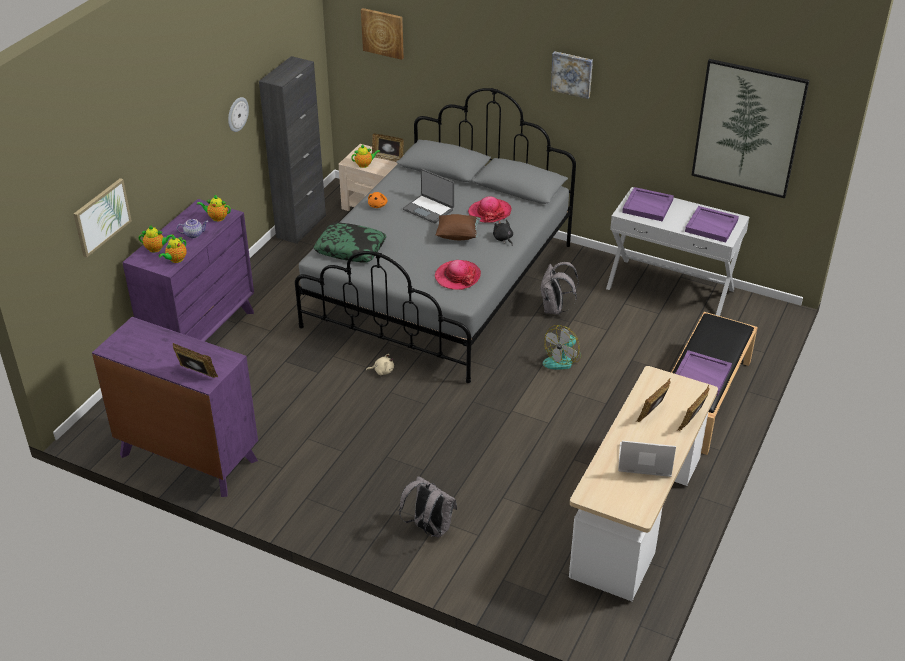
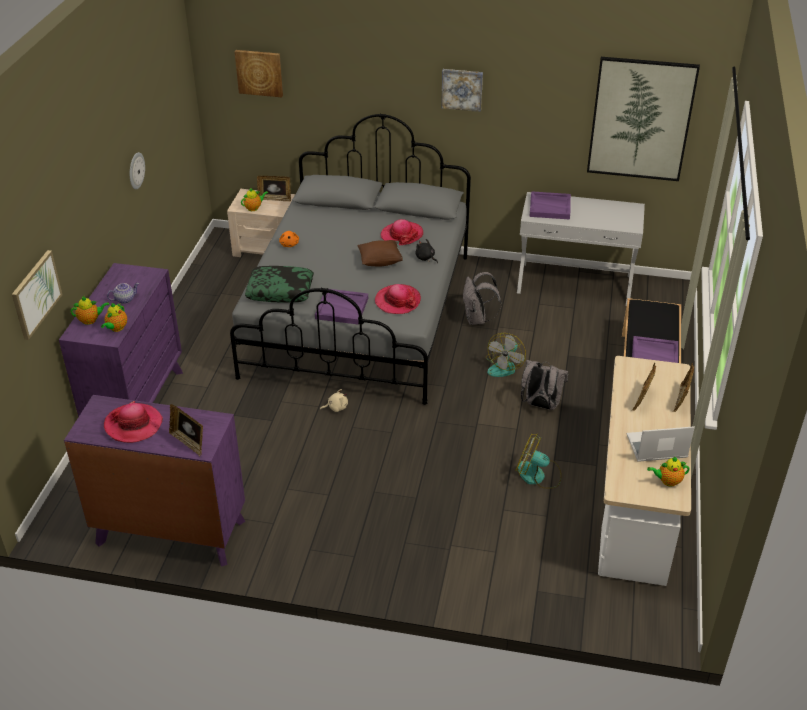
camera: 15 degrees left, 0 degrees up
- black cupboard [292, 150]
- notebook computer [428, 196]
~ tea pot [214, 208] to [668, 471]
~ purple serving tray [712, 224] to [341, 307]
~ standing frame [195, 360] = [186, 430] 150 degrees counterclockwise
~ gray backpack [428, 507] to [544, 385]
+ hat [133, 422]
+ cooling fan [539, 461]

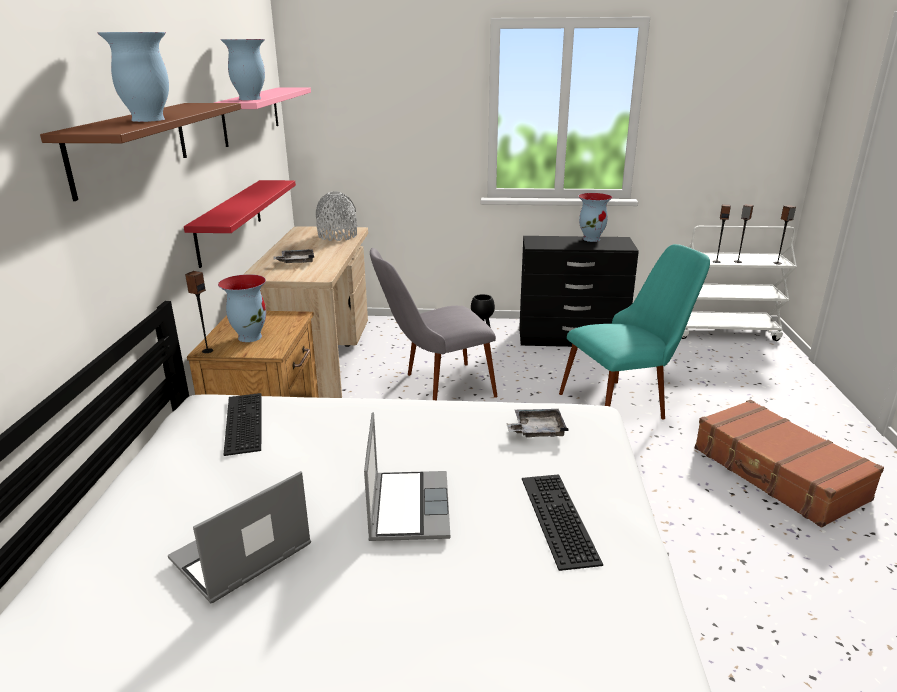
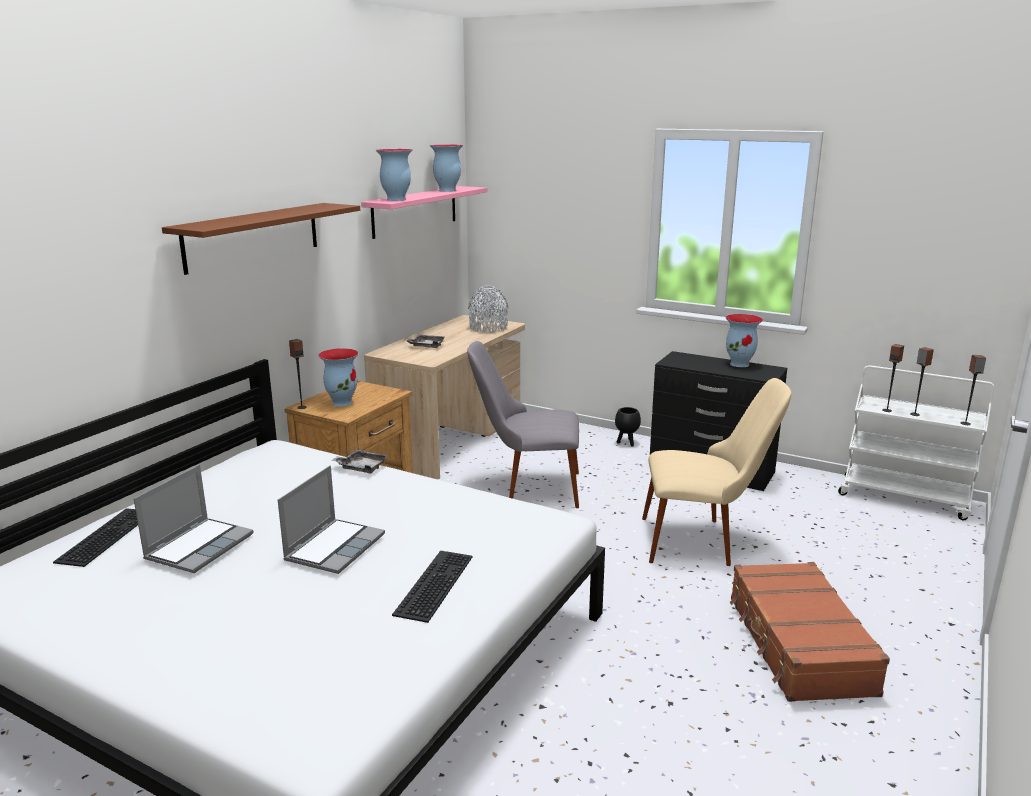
camera: 25 degrees right, 5 degrees down
~ flower vase [133, 77] to [446, 168]
- red shelf [240, 224]
~ turquoise chair [634, 332] to beige-coloured chair [716, 472]
~ computer keyboard [242, 424] to [95, 537]
~ gray serving tray [537, 423] to [359, 461]
~ notebook computer [239, 537] = [194, 519] 135 degrees clockwise

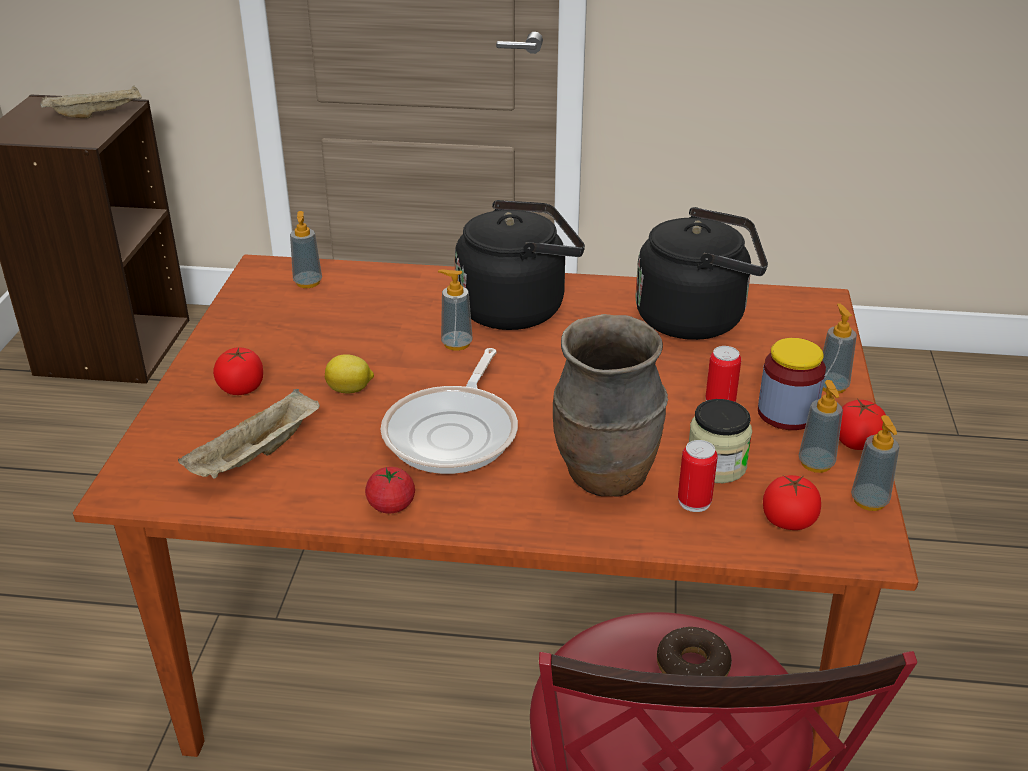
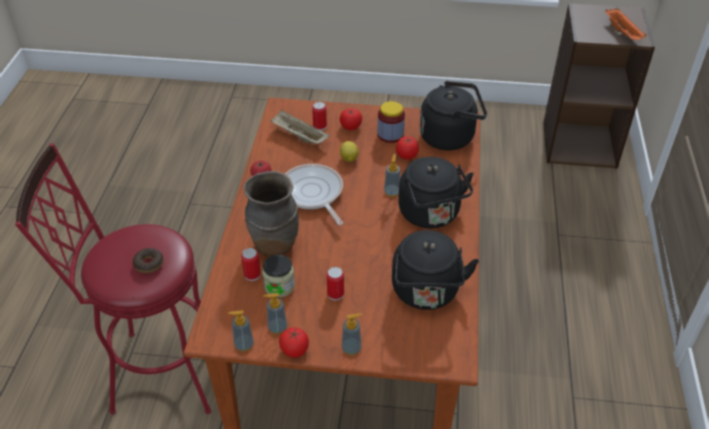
camera: 90 degrees right, 10 degrees up
~ beige-coloured serving tray [91, 101] to orange serving tray [625, 24]
~ soap dispenser [306, 249] to black kettle [453, 115]
~ jar [792, 384] to [391, 122]
~ skillet [449, 411] = [314, 195] 45 degrees clockwise
~ whole tomato [792, 502] to [407, 148]
+ sealed can [319, 116]

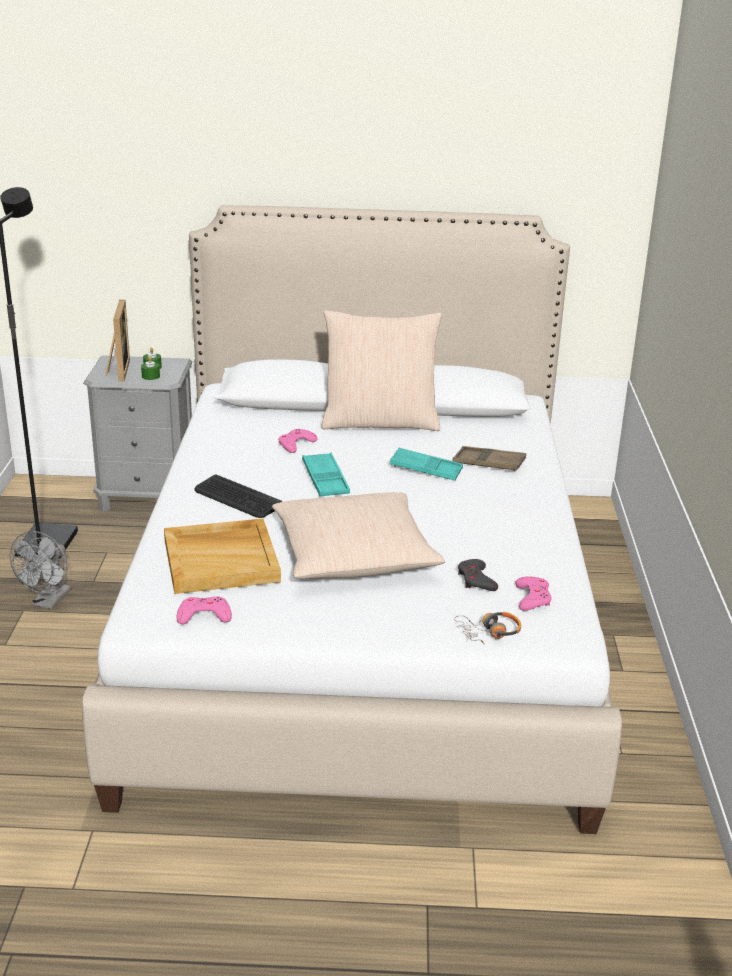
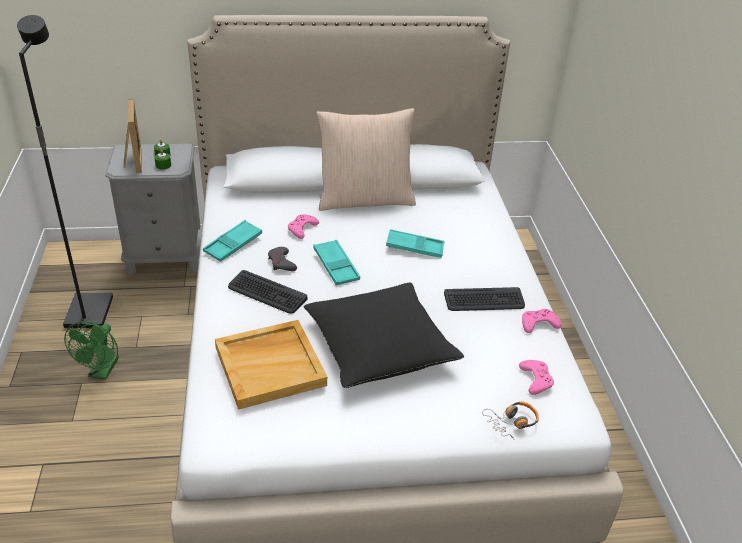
camera: 10 degrees left, 10 degrees up
- brown serving tray [489, 458]
~ beige-coloured pillow [359, 535] to black pillow [383, 335]
~ gray cooling fan [40, 570] to green-coloured cooling fan [91, 350]
~ gray gamepad [478, 575] to [282, 259]
~ pink-coloured gamepad [204, 610] to [541, 321]
+ turquoise serving tray [232, 241]
+ computer keyboard [484, 299]

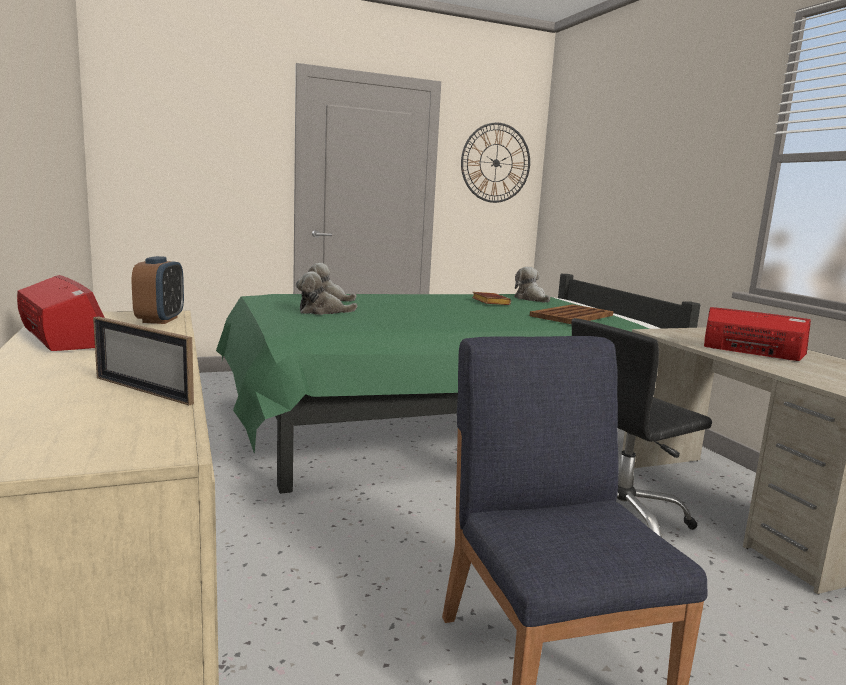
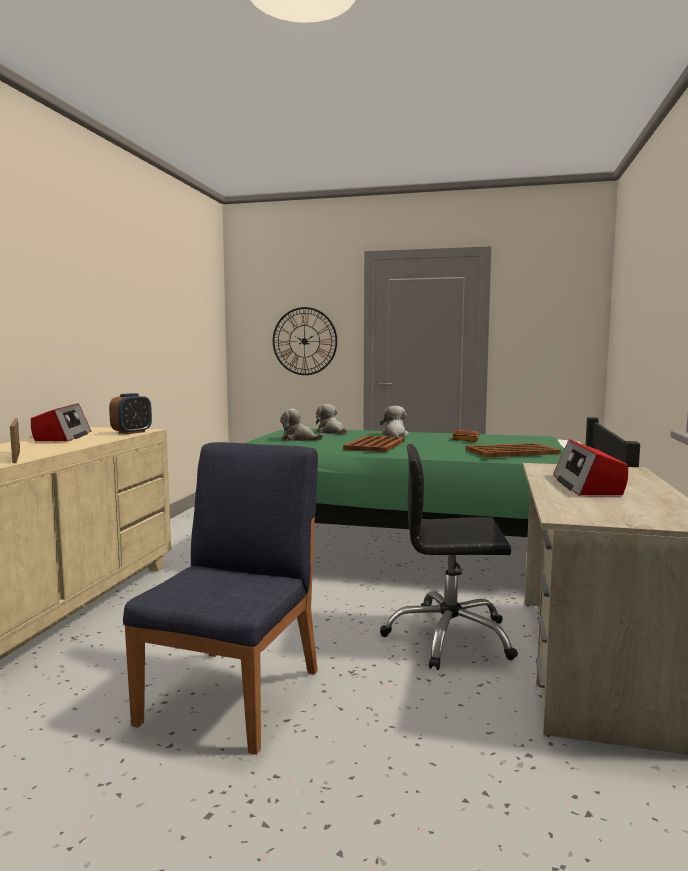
camera: 35 degrees right, 5 degrees down
~ hanging clock [495, 163] to [305, 341]
~ cuddly toy [532, 284] to [394, 421]
~ radio [757, 334] = [590, 468] 150 degrees counterclockwise
+ brown serving tray [374, 443]

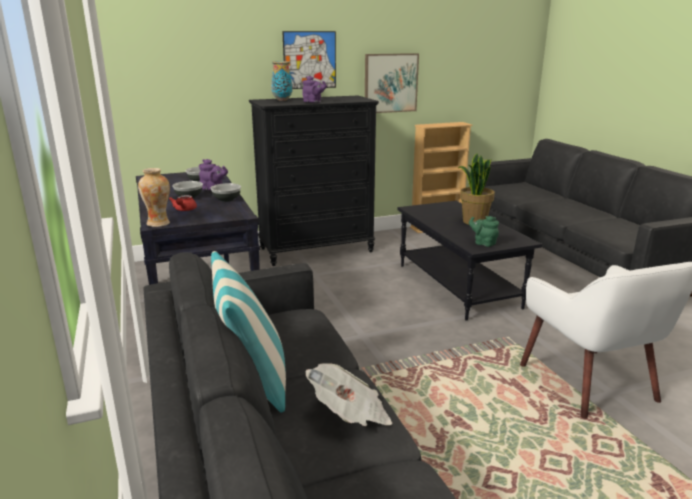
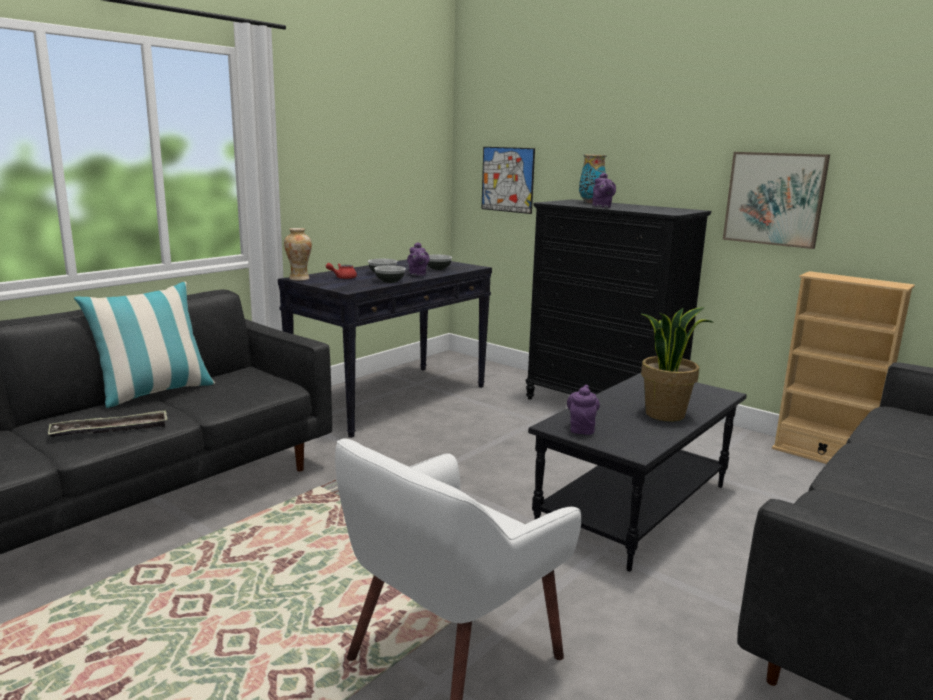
camera: 60 degrees right, 5 degrees down
~ wall art [309, 60] to [508, 180]
~ green-coloured tea pot [484, 231] to purple tea pot [583, 410]
~ daily paper [348, 394] to serving tray [108, 423]

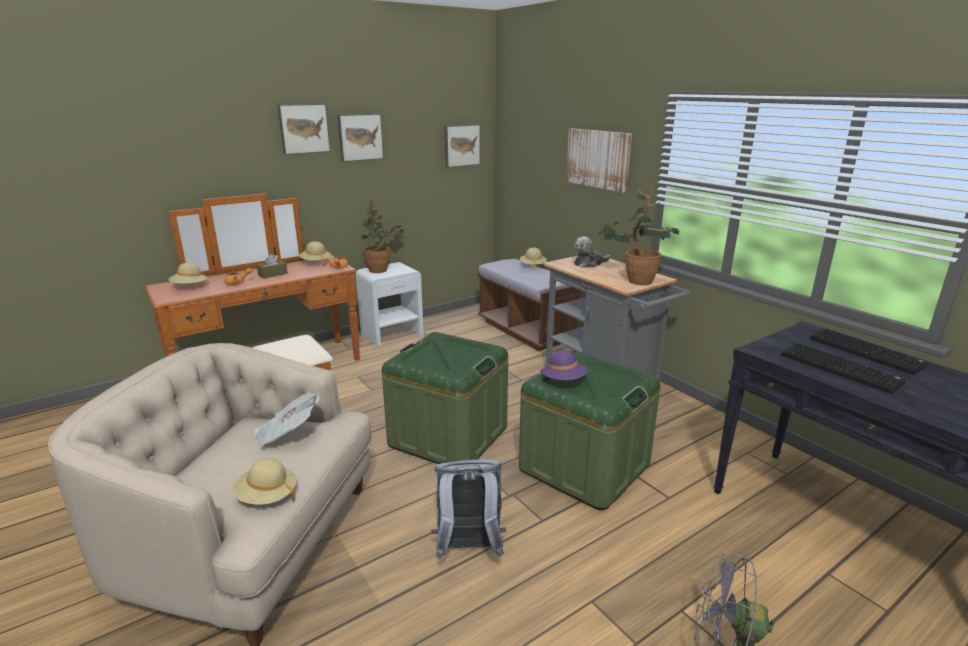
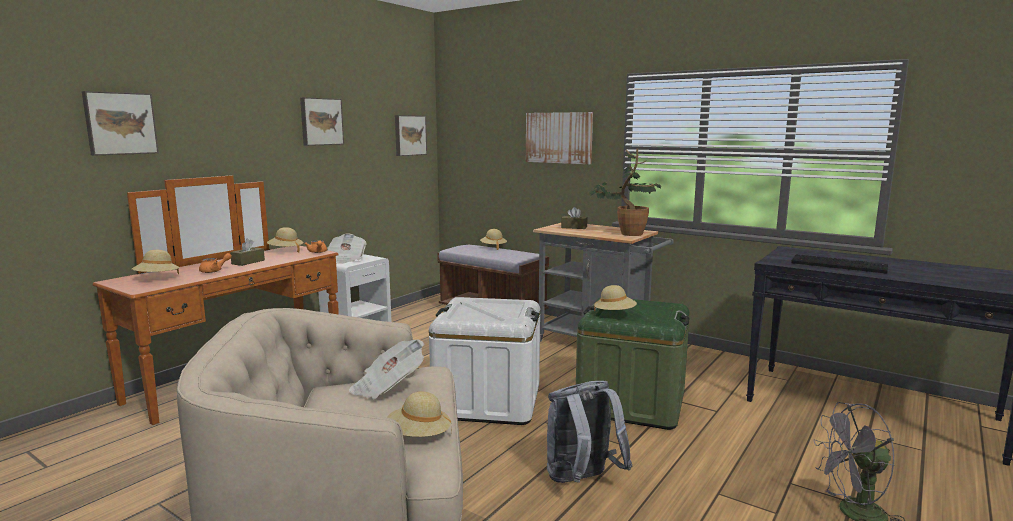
camera: 20 degrees left, 10 degrees down
~ wall art [304, 129] to [120, 123]
~ plant in a pot [383, 236] to daily paper [347, 249]
~ cuddly toy [592, 252] to brown tissue box [574, 218]
- computer keyboard [869, 352]
~ green-coloured storage bin [445, 398] to white-coloured storage bin [484, 361]
~ purple hat [565, 365] to beige-coloured hat [615, 298]

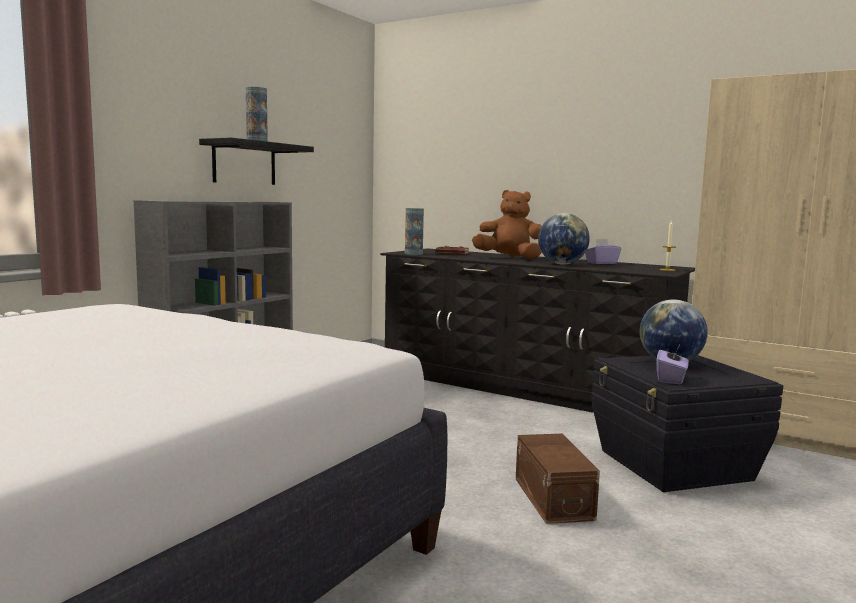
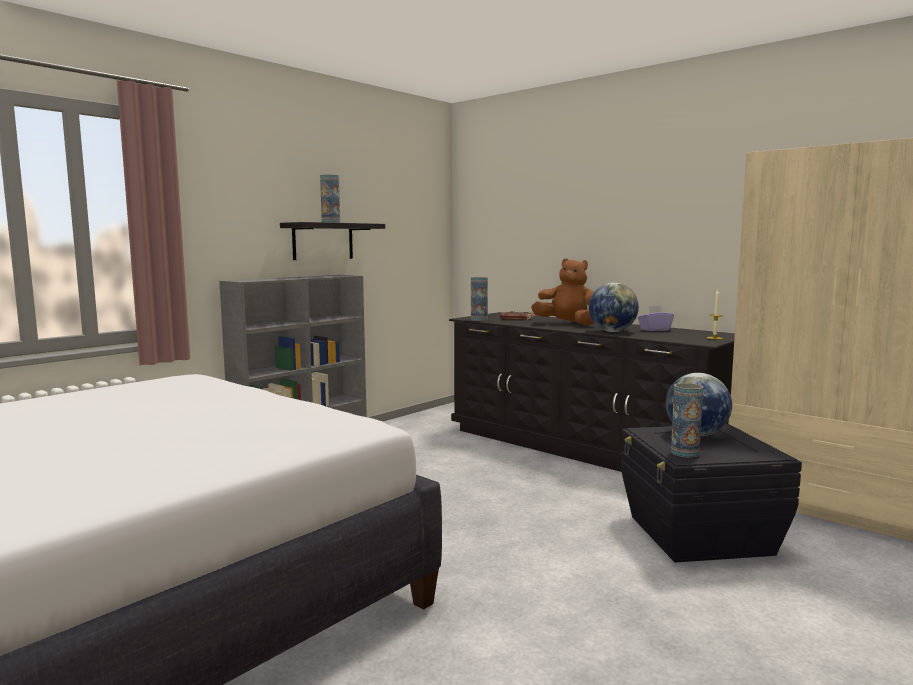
camera: 10 degrees right, 0 degrees up
~ purple tissue box [673, 365] to flower vase [687, 420]
- brown storage bin [558, 479]

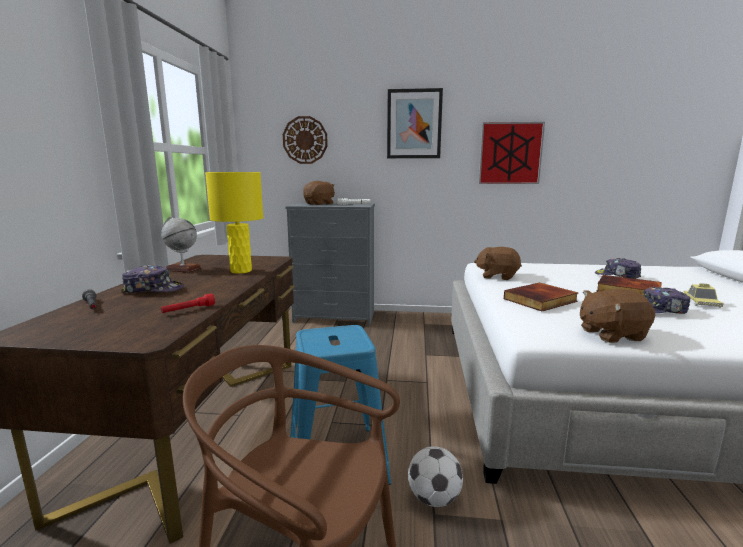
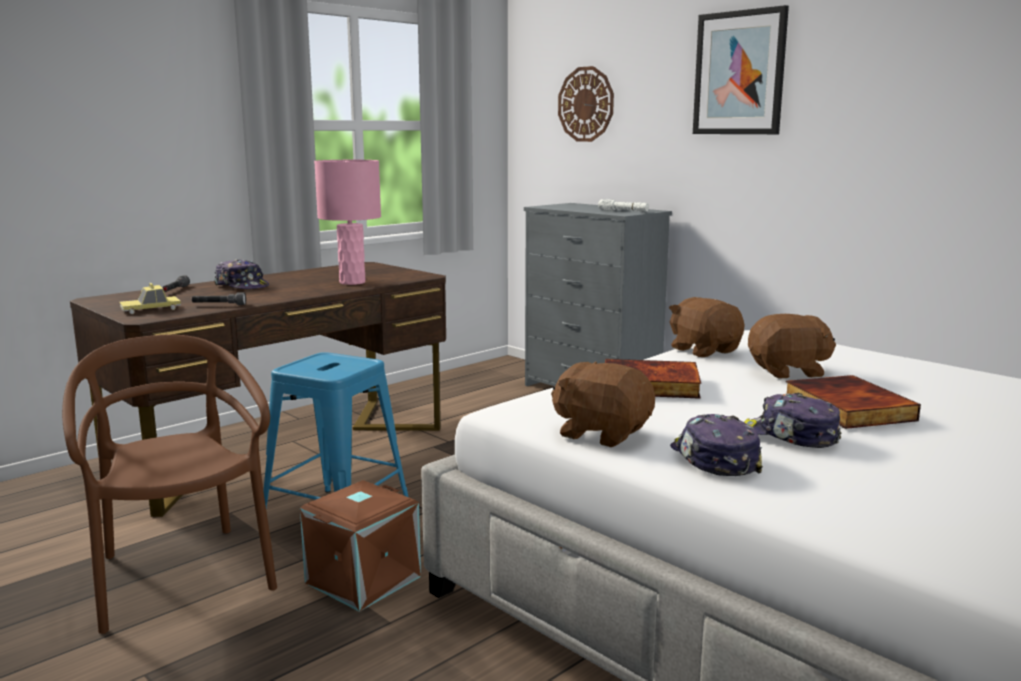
camera: 40 degrees right, 0 degrees up
- wall art [512, 153]
~ yellow table lamp [234, 223] to pink-coloured table lamp [347, 222]
~ brown cuddly toy [319, 193] to [792, 346]
- desk globe [181, 244]
~ peaked cap [618, 268] to [716, 445]
~ toy car [703, 295] to [150, 298]
~ red torch [188, 303] to gray torch [219, 298]
~ football [435, 477] to brown storage bin [360, 546]

